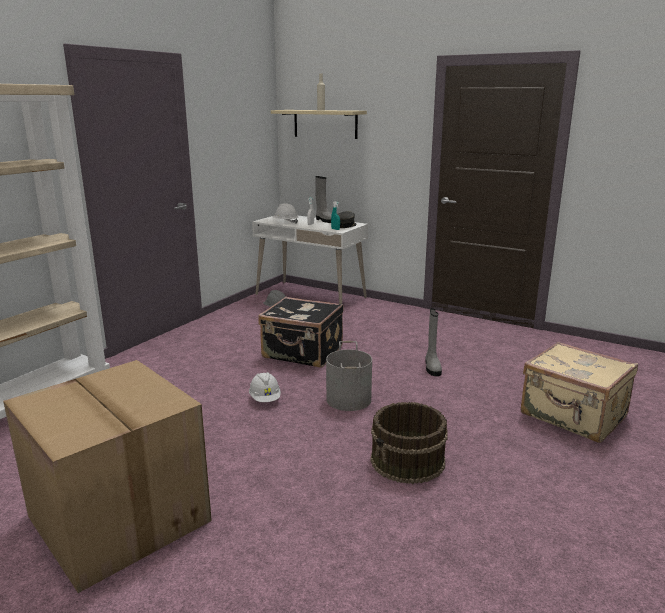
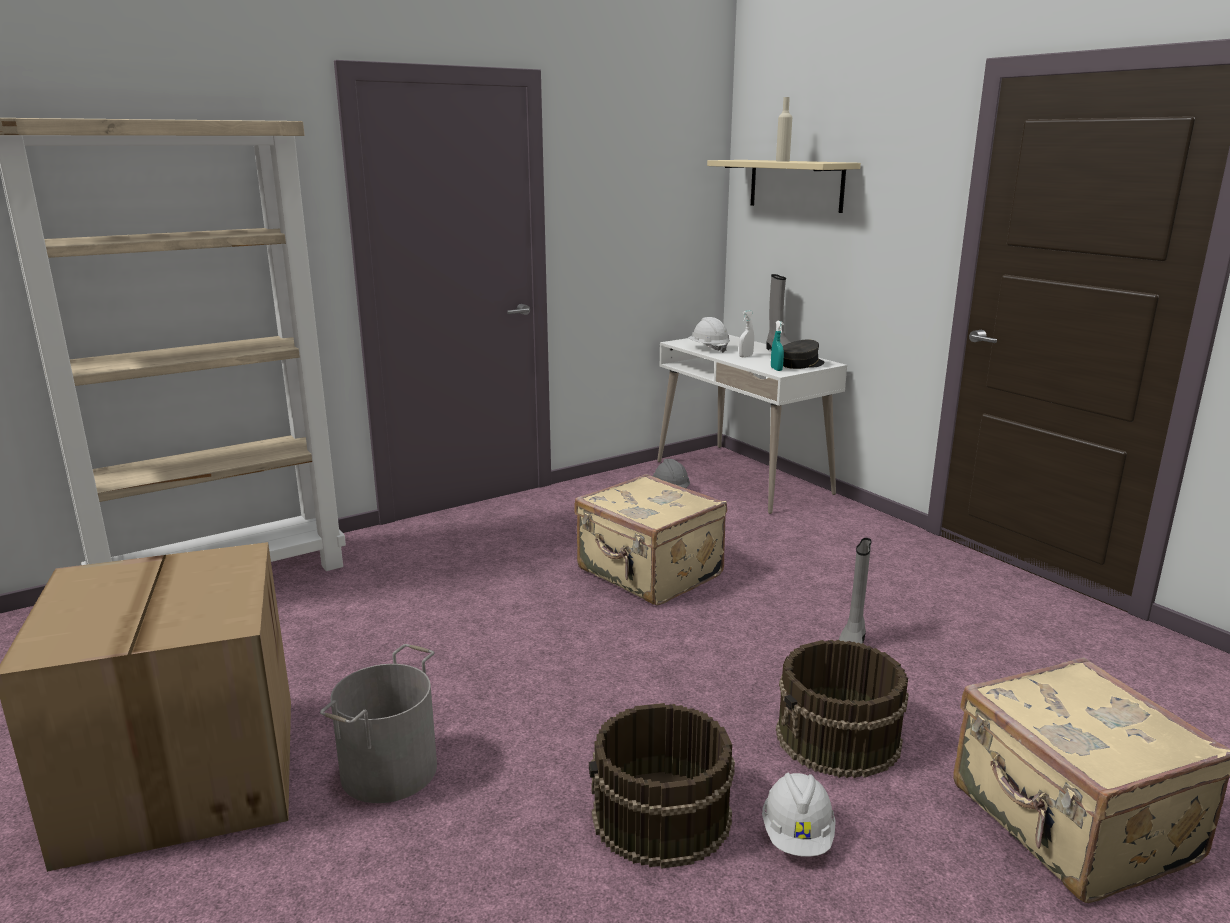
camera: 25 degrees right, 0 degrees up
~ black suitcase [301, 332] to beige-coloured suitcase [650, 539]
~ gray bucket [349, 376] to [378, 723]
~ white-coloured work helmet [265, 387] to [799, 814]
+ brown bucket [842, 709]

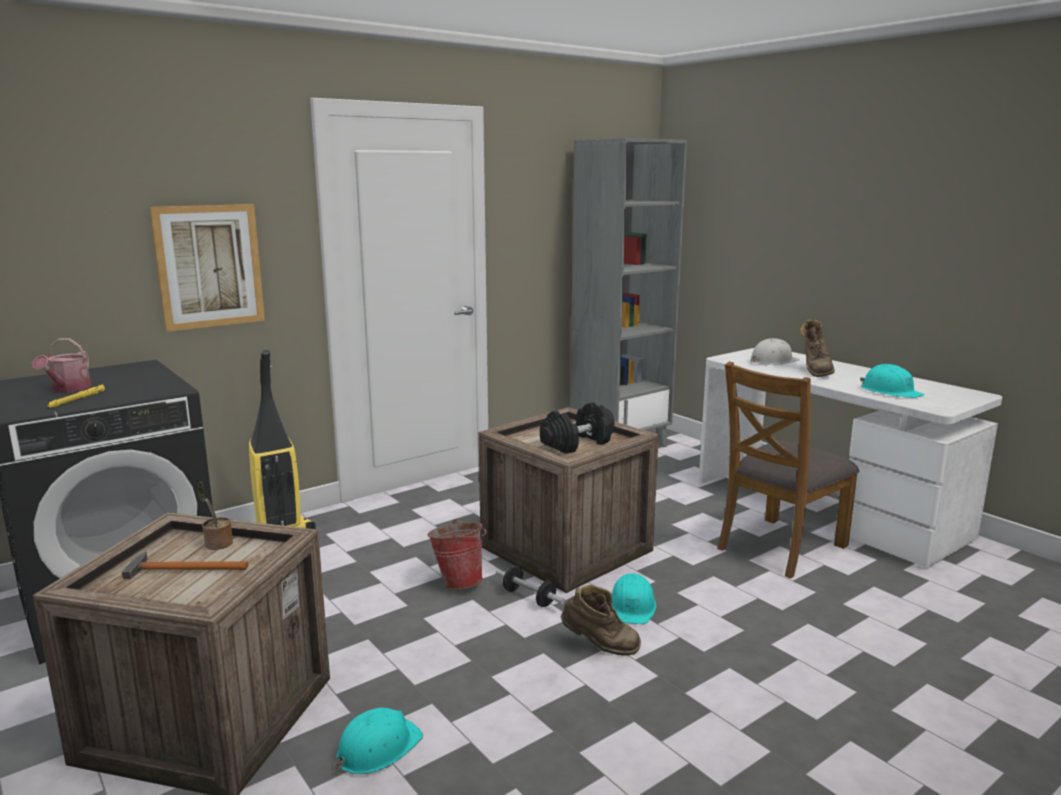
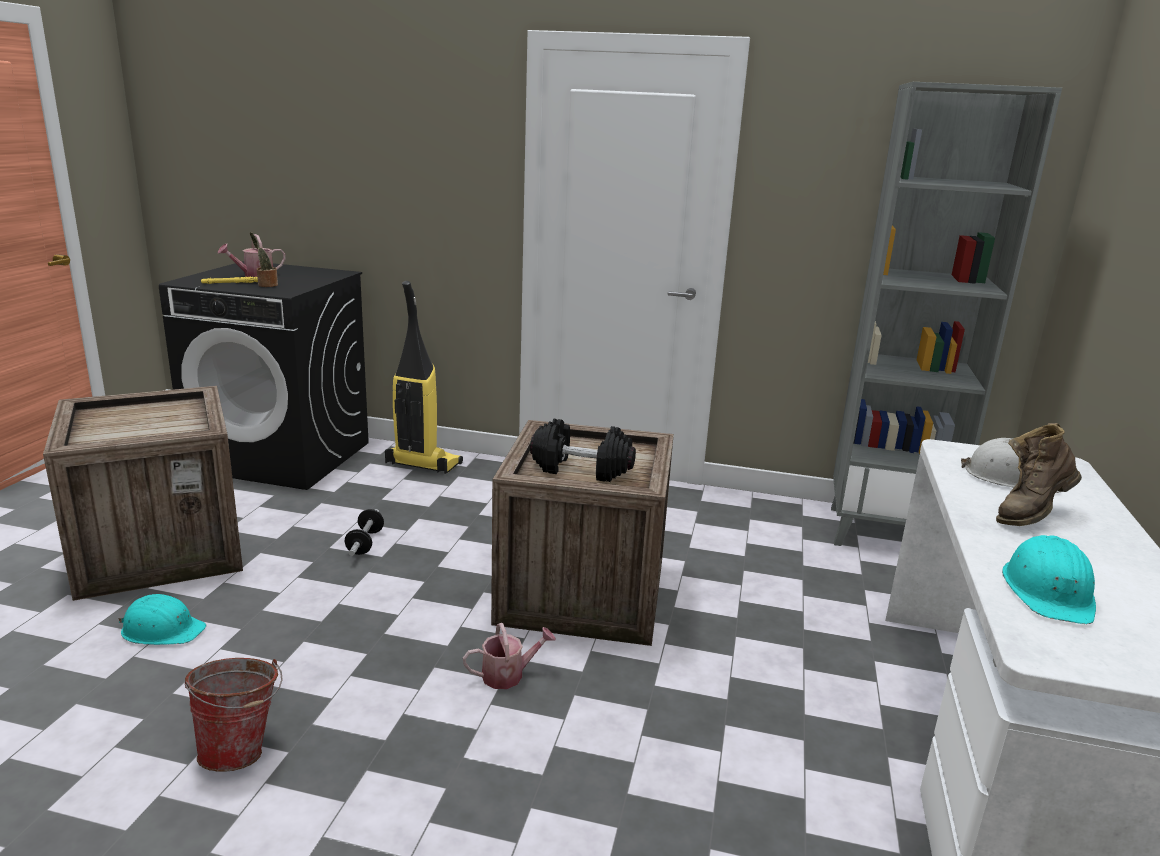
camera: 50 degrees right, 5 degrees up
- wall art [207, 268]
- brown chair [788, 470]
~ plant in a pot [215, 516] to [264, 259]
~ bucket [457, 554] to [234, 715]
- hand hammer [185, 565]
~ free weight [530, 586] to [364, 532]
~ turquoise work helmet [634, 598] to watering pot [509, 656]
- brown boot [601, 620]

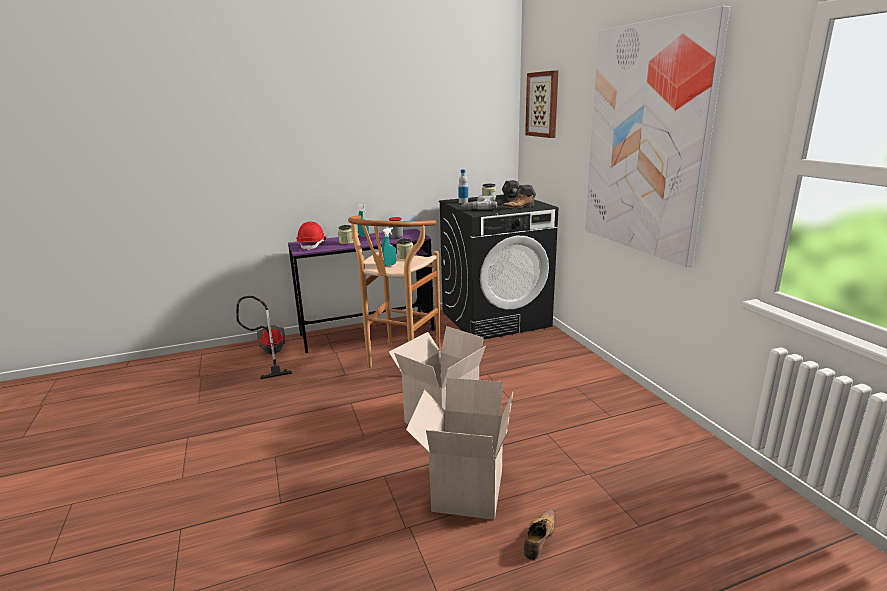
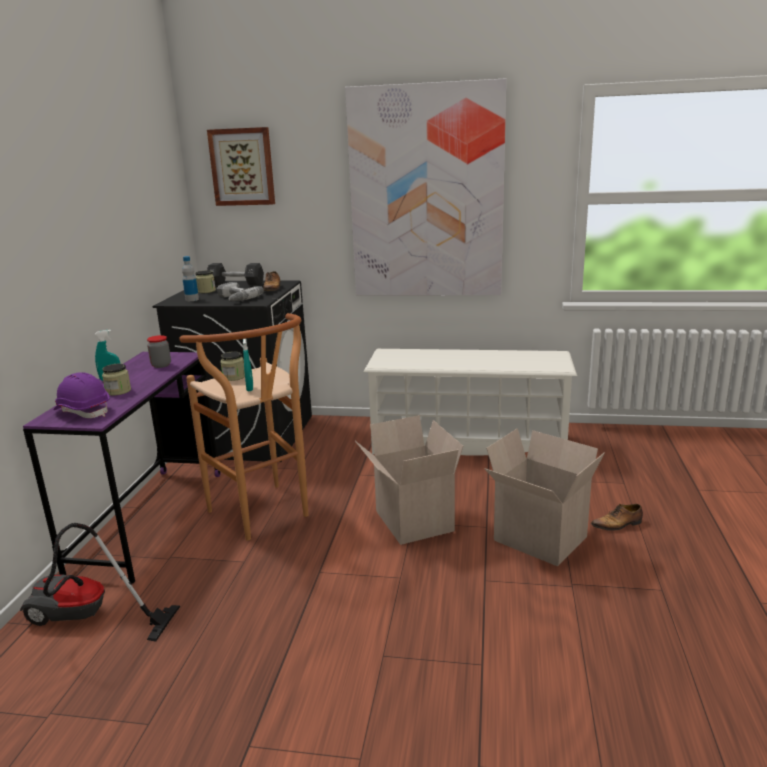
camera: 60 degrees left, 0 degrees up
~ red work helmet [311, 236] to purple work helmet [81, 395]
~ item of footwear [540, 534] = [617, 517] 75 degrees counterclockwise
+ white-coloured shoe rack [470, 402]

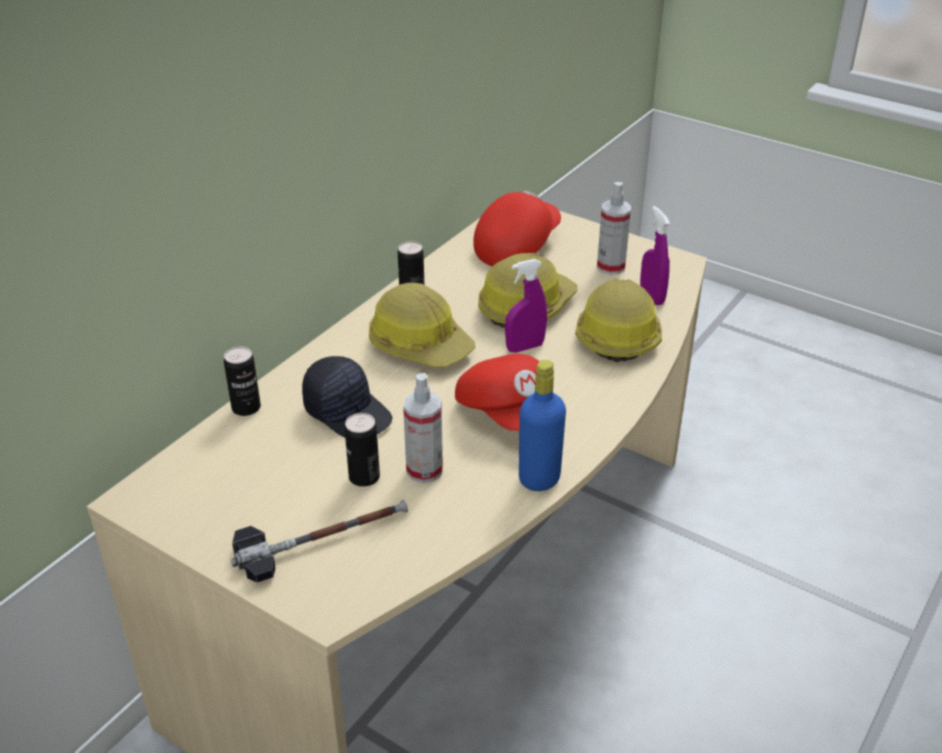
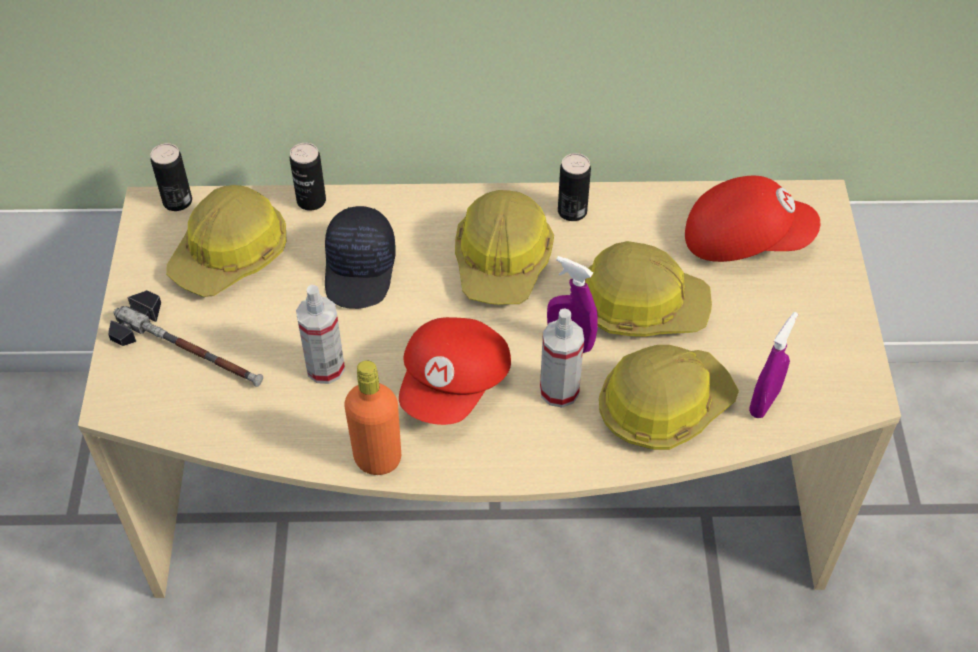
camera: 55 degrees right, 15 degrees up
~ hand sprayer [614, 228] to [562, 357]
~ blue-coloured drink bottle [542, 425] to orange drink bottle [372, 418]
~ sealed can [362, 450] to [171, 177]
+ work helmet [226, 241]

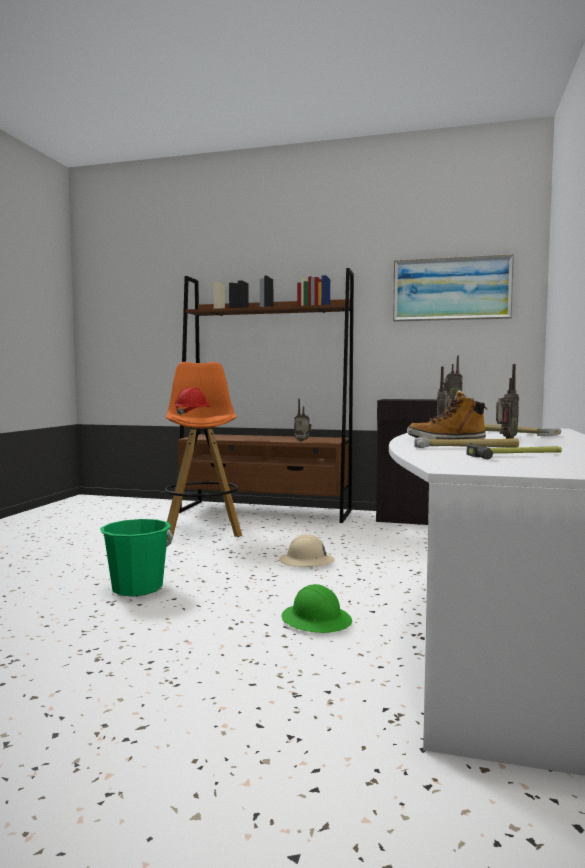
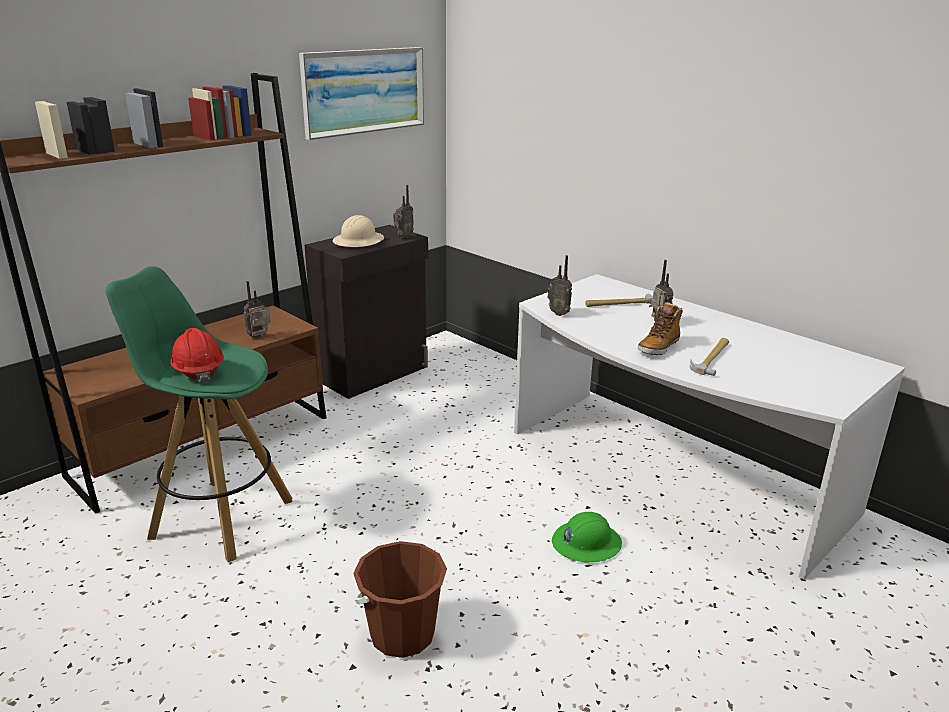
camera: 60 degrees left, 20 degrees up
~ orange stool seat [203, 451] to green-coloured stool seat [198, 414]
- hand hammer [514, 451]
~ green-coloured bucket [136, 557] to brown bucket [400, 599]
~ beige-coloured work helmet [307, 551] to [358, 231]

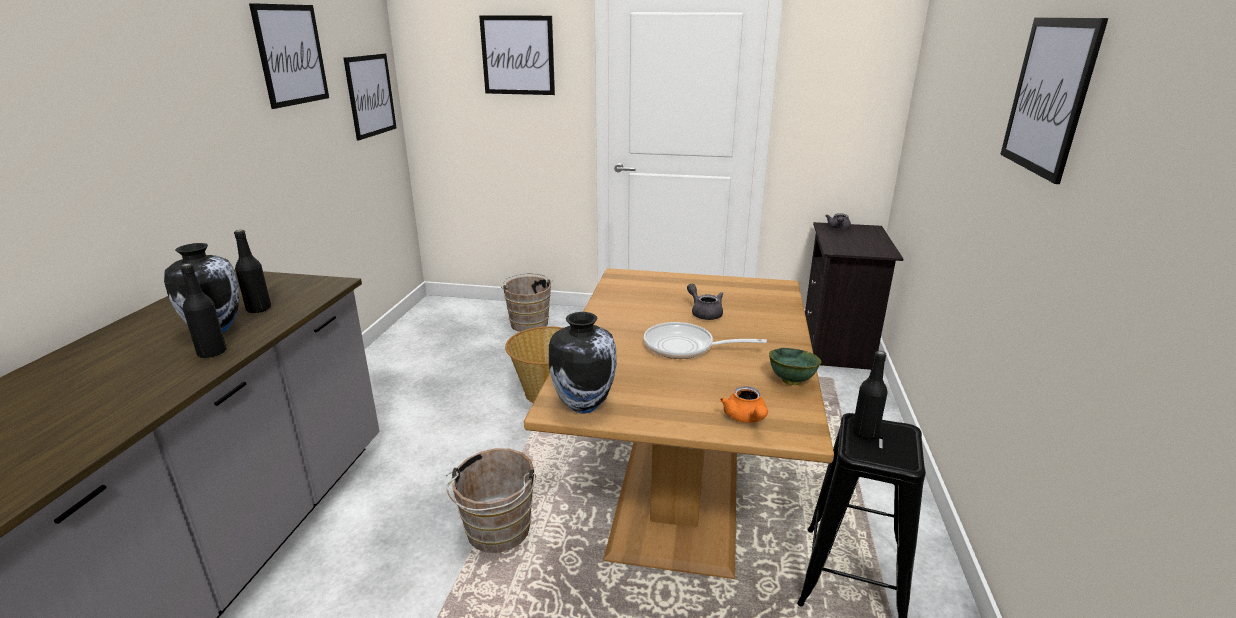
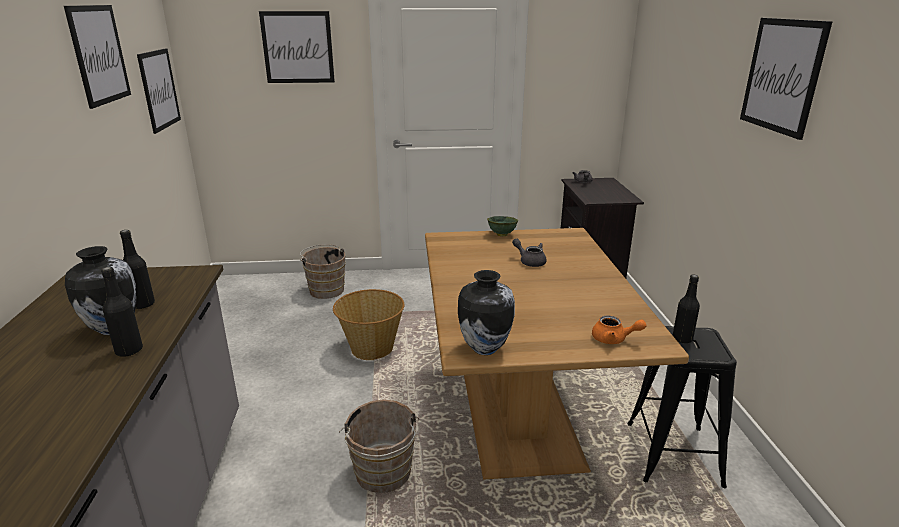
camera: 15 degrees left, 0 degrees up
- skillet [705, 340]
~ green-coloured deep dish [795, 366] to [502, 226]
~ orange tea pot [744, 404] = [619, 329] 45 degrees counterclockwise

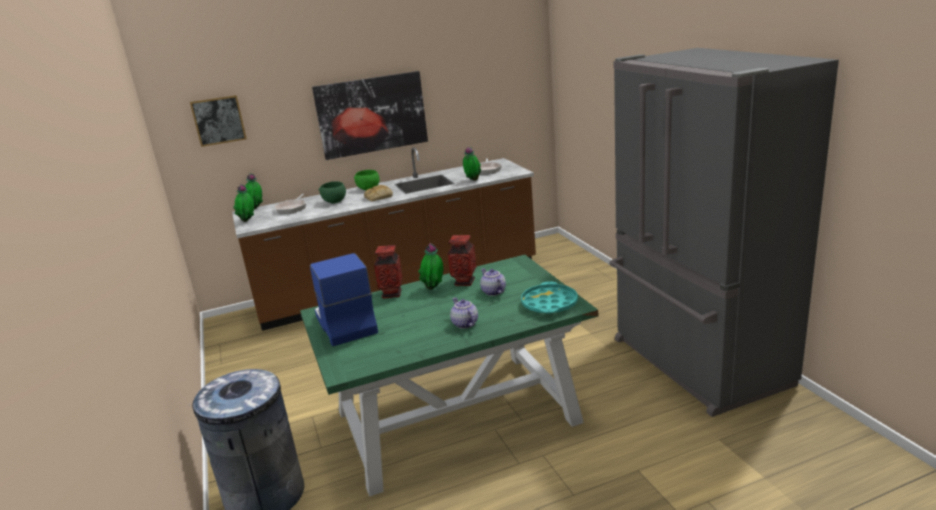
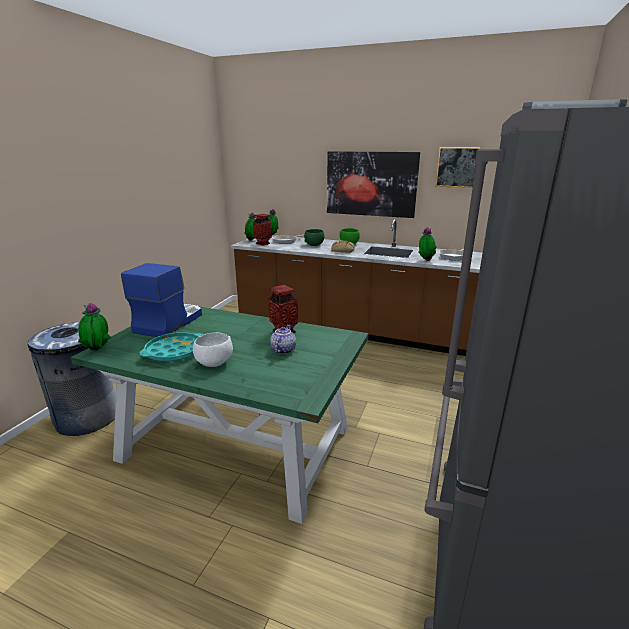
camera: 40 degrees right, 0 degrees up
~ wall art [218, 121] to [457, 167]
~ plant in a pot [430, 266] to [94, 327]
~ flower vase [388, 272] to [262, 230]
~ turquoise serving tray [549, 297] to [171, 347]
~ tea pot [464, 313] to white-coloured deep dish [213, 349]

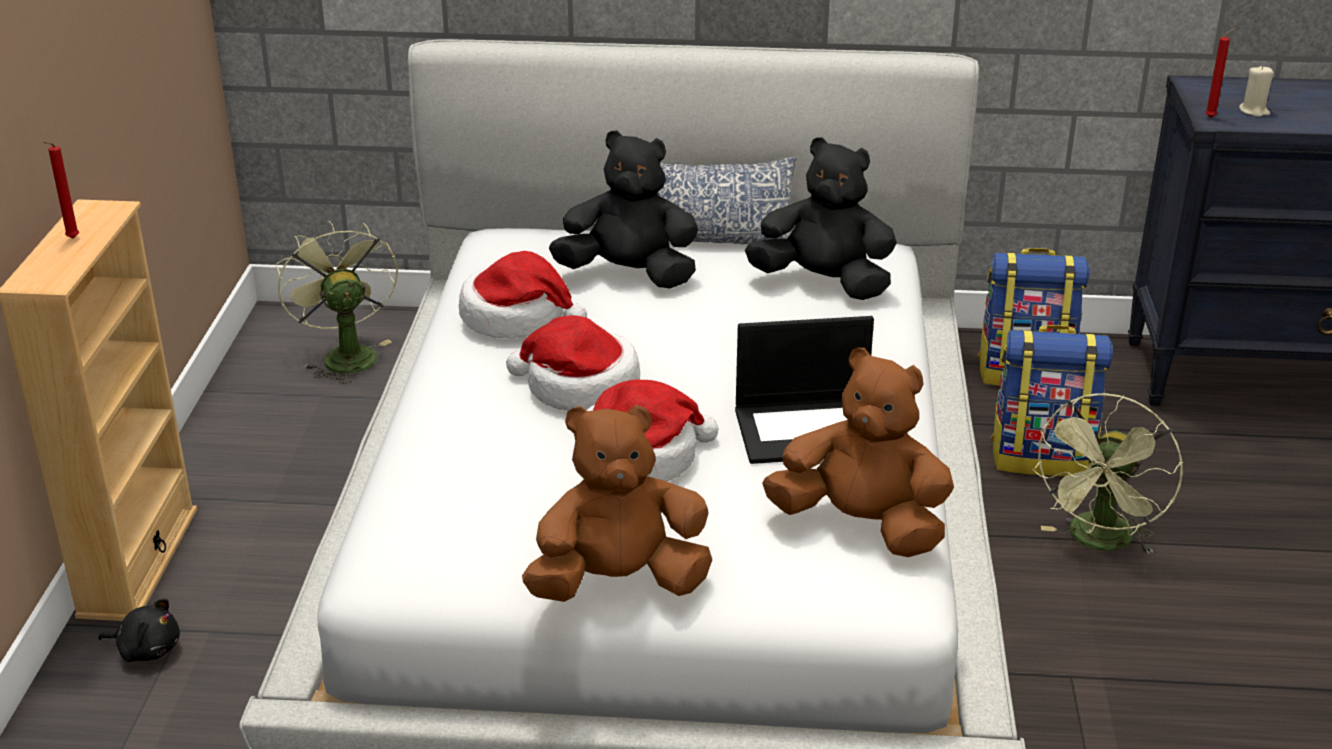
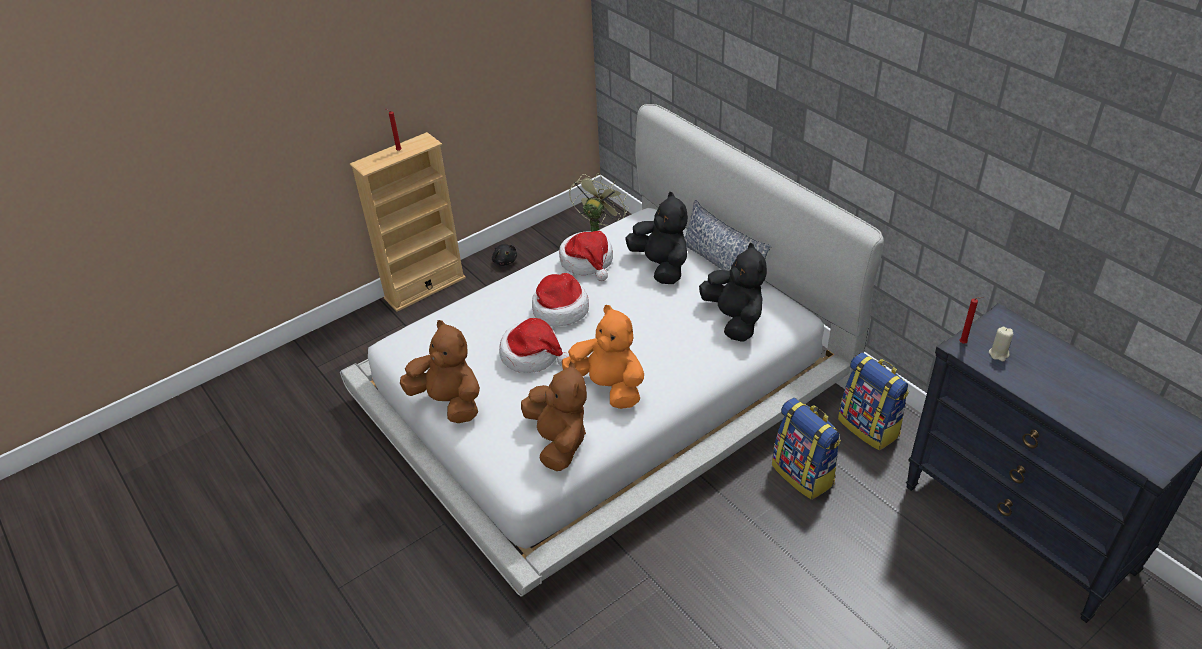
camera: 50 degrees right, 10 degrees up
~ notebook computer [804, 390] to orange cuddly toy [602, 357]
- green-coloured cooling fan [1107, 473]
~ black cuddly toy [139, 630] to [504, 255]

